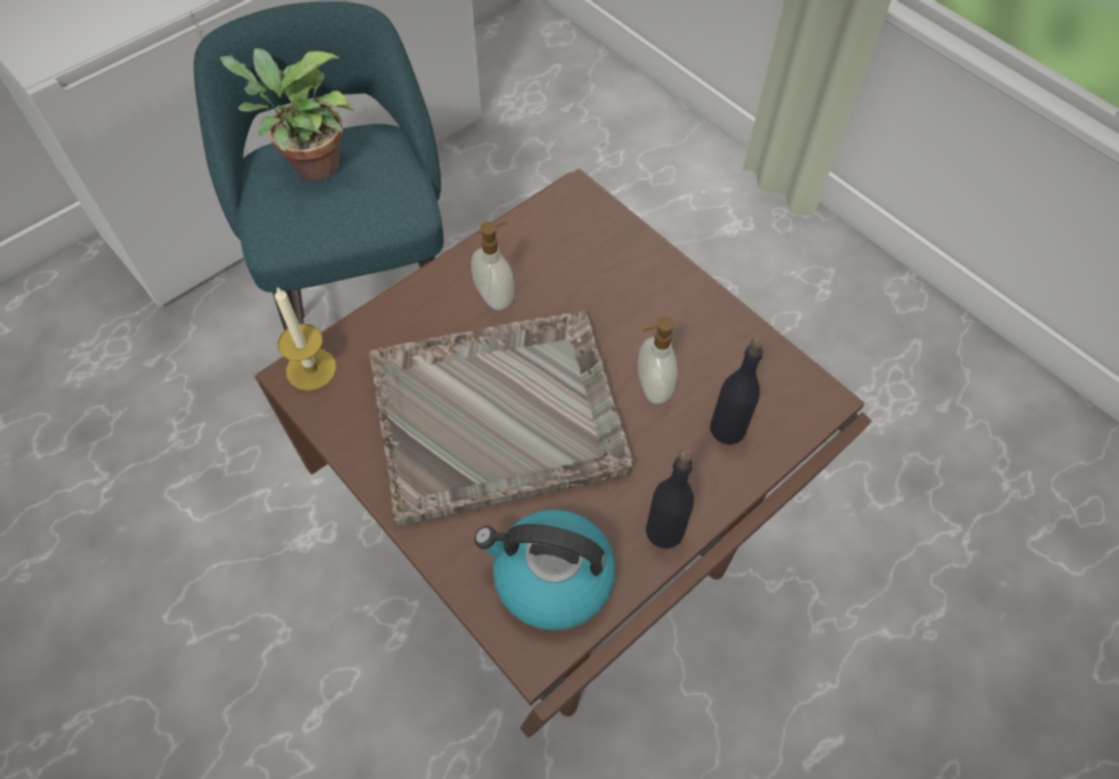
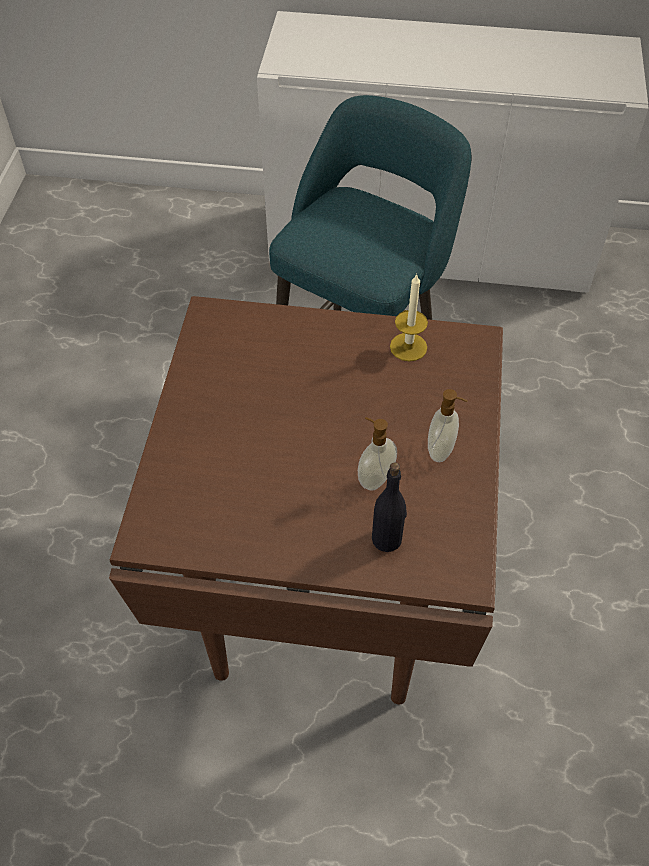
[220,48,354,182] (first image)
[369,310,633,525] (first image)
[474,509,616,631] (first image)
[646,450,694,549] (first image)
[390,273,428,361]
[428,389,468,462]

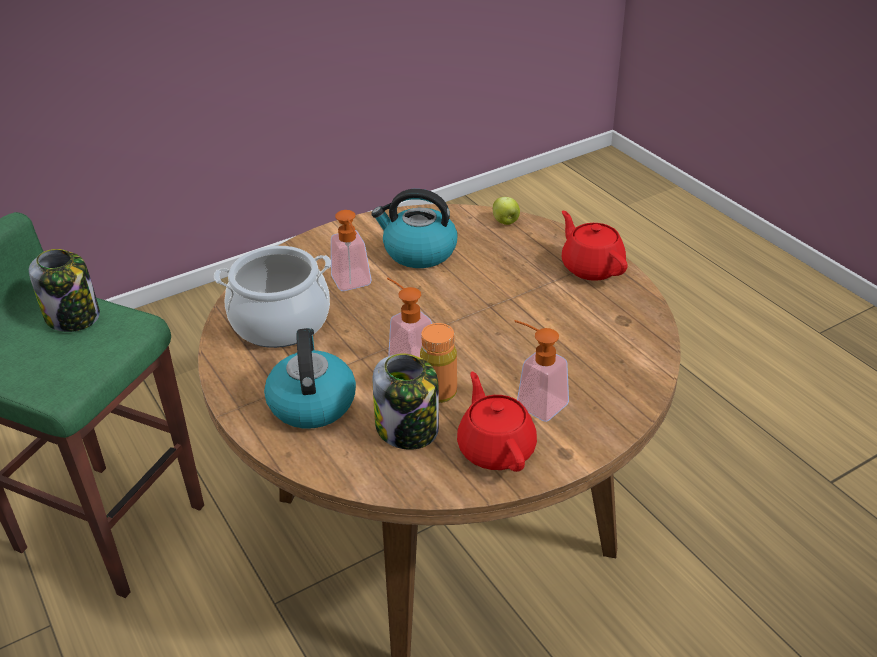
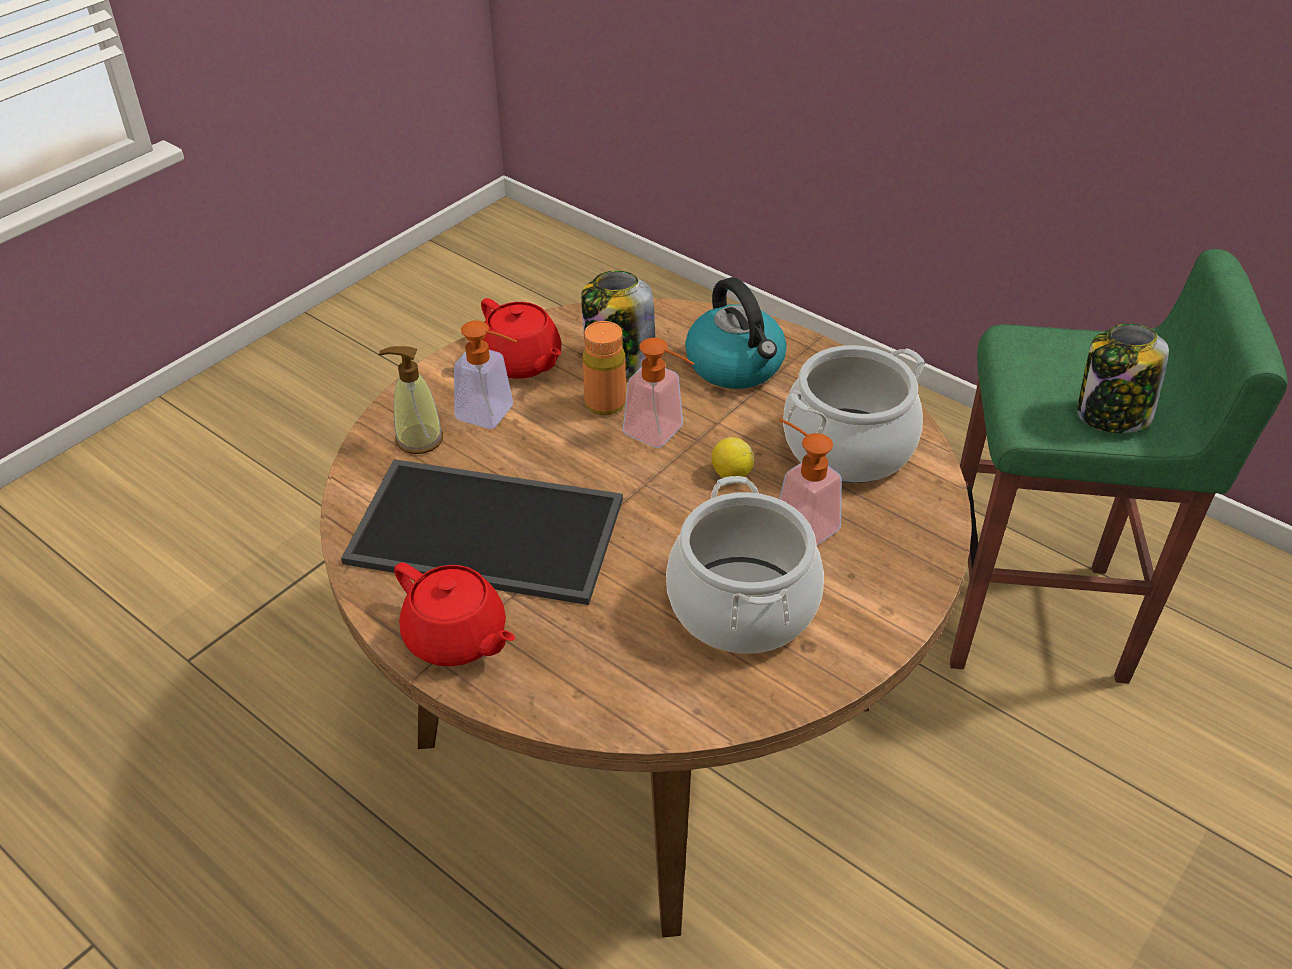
[493,197,520,225] (first image)
[341,459,623,605]
[379,346,443,454]
[712,437,754,478]
[666,476,824,654]

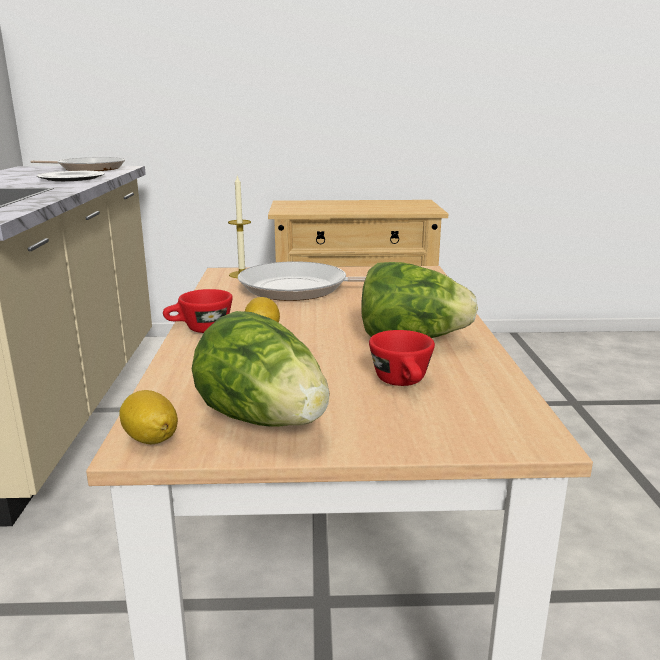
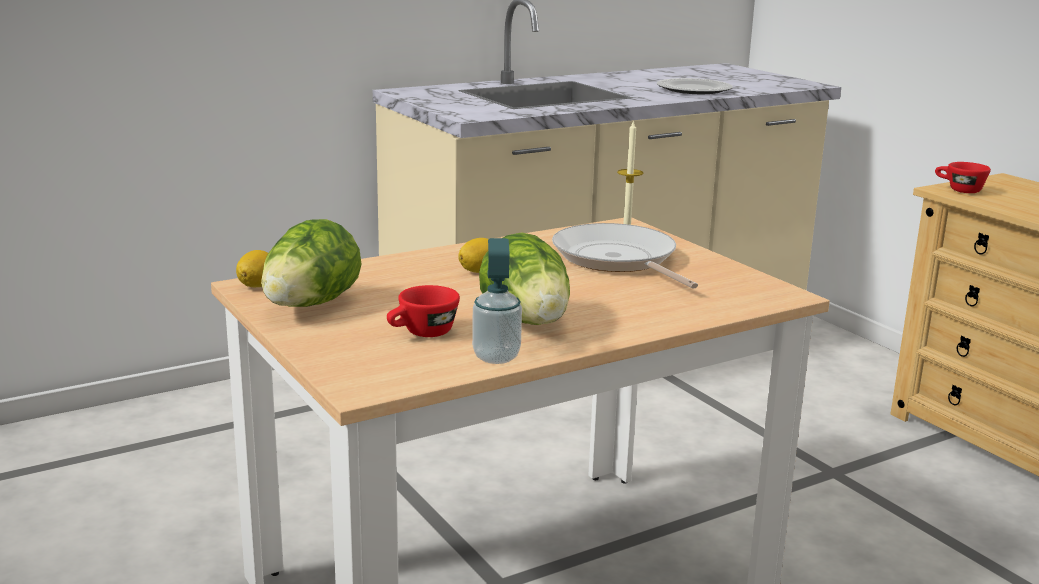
[30,157,125,171] (first image)
[472,238,522,364]
[935,162,991,193]

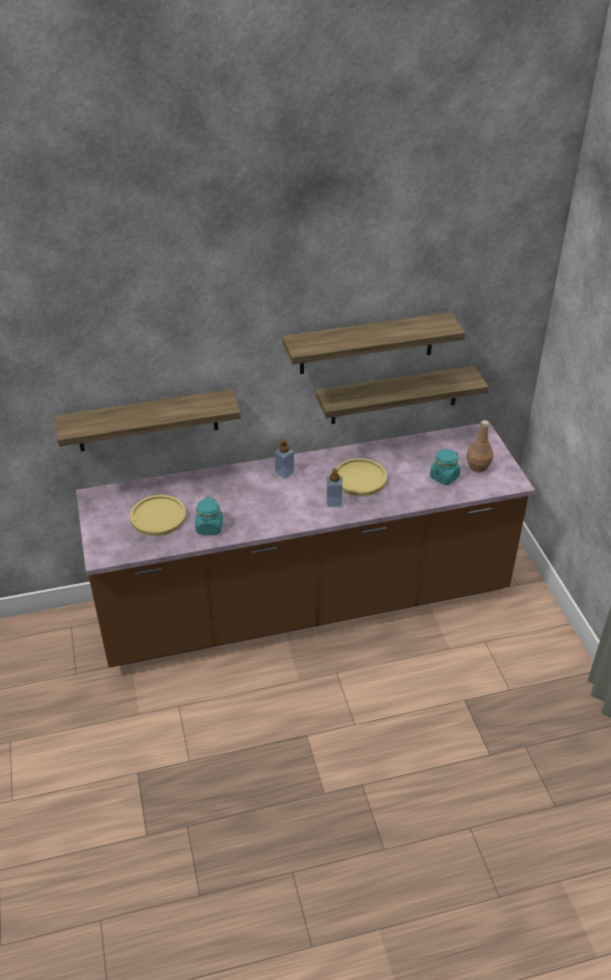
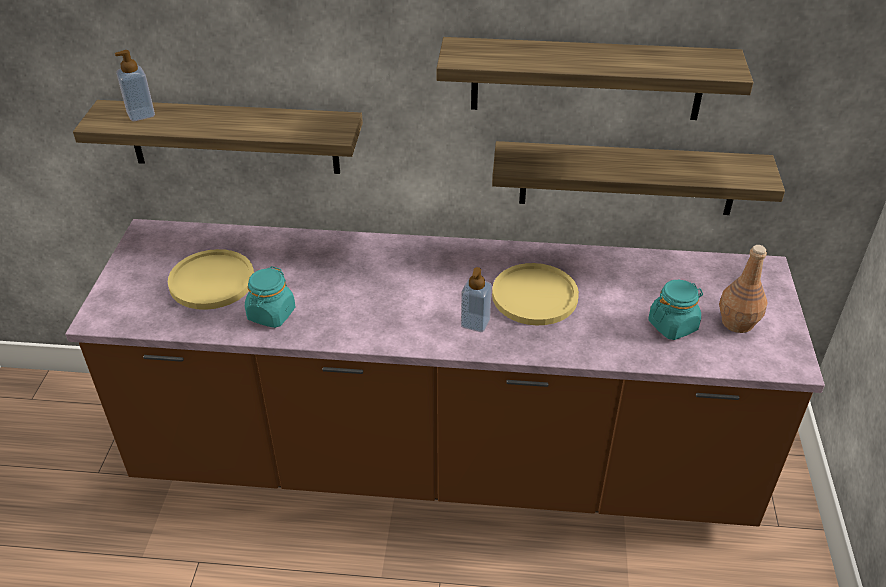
[115,50,155,121]

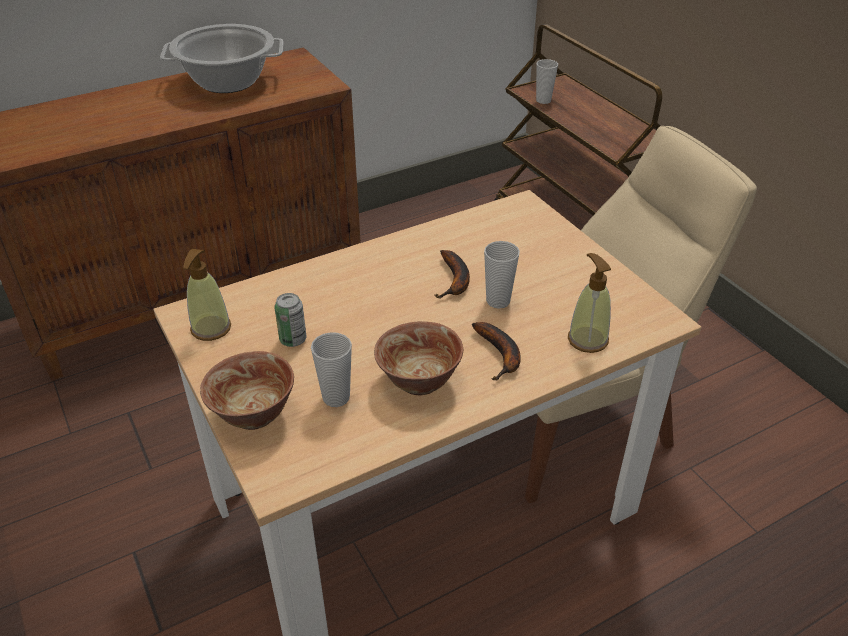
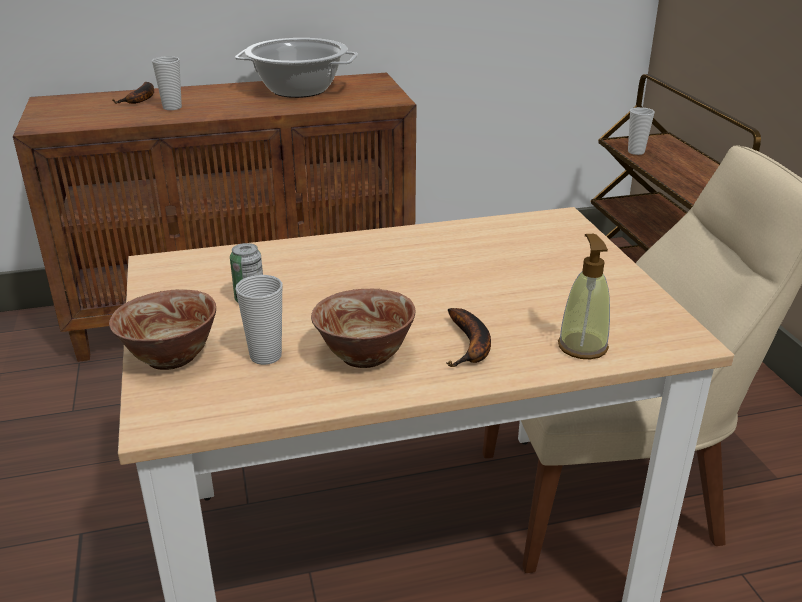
[183,249,231,341] (first image)
[112,82,154,104]
[152,56,182,110]

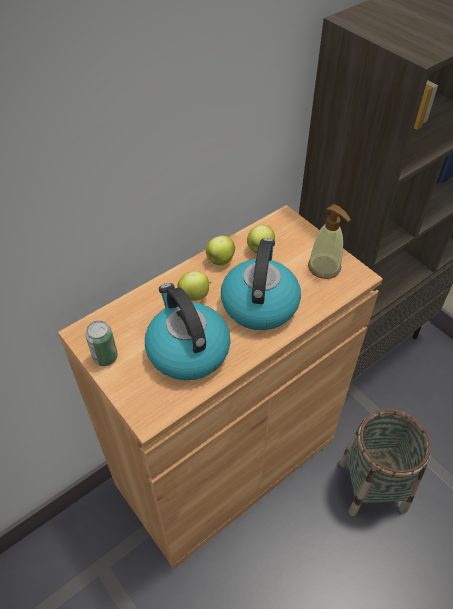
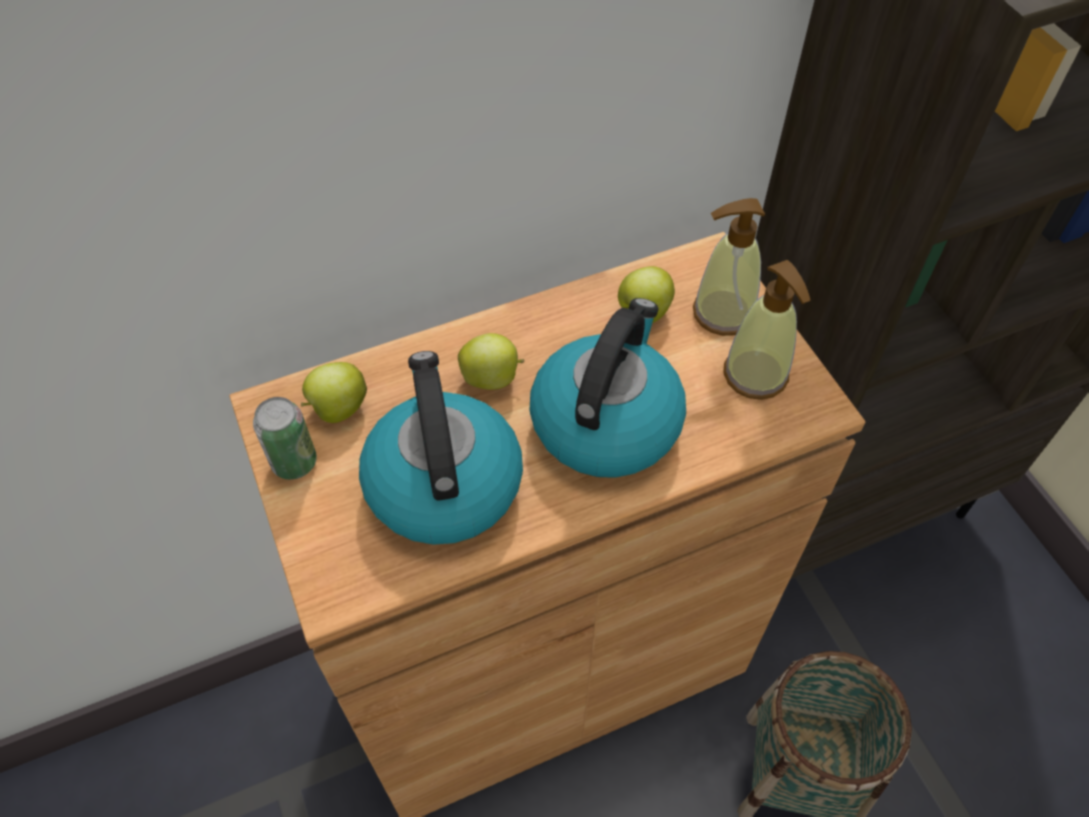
[693,198,765,336]
[301,362,367,423]

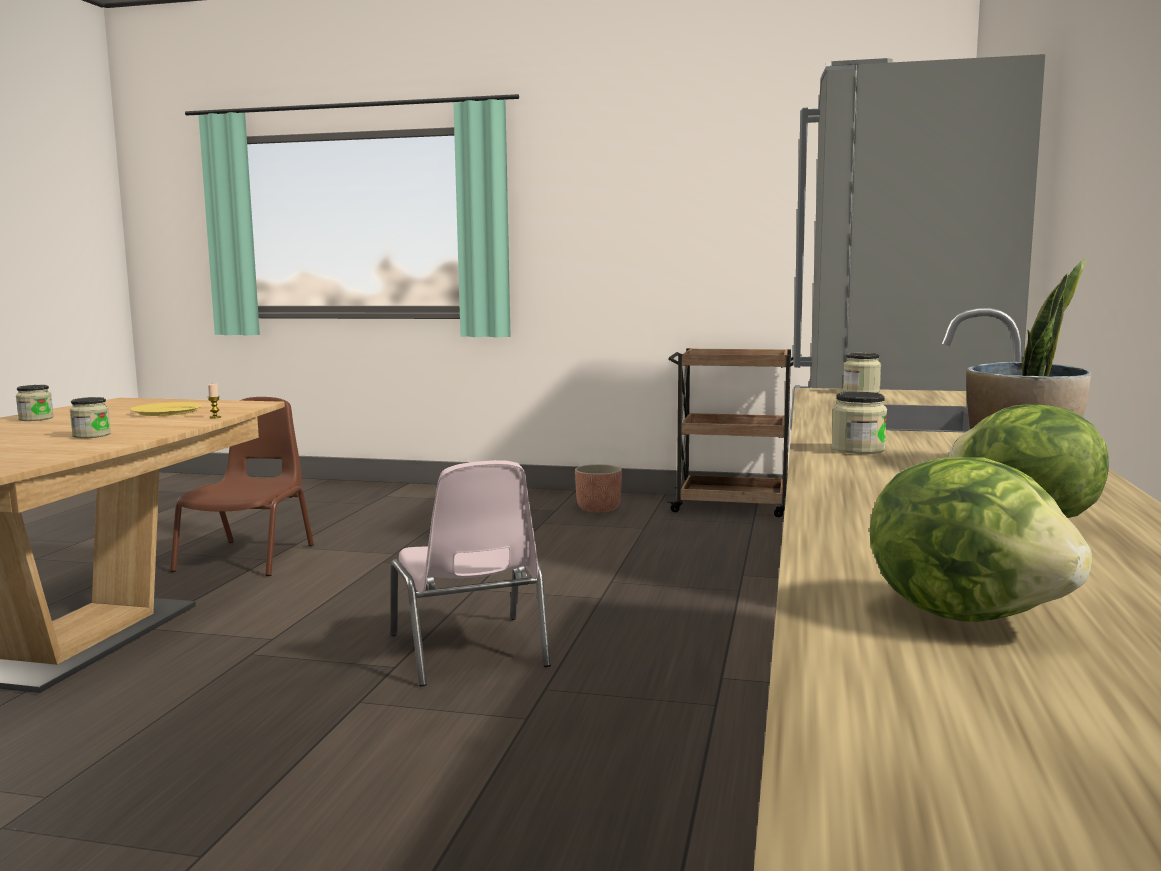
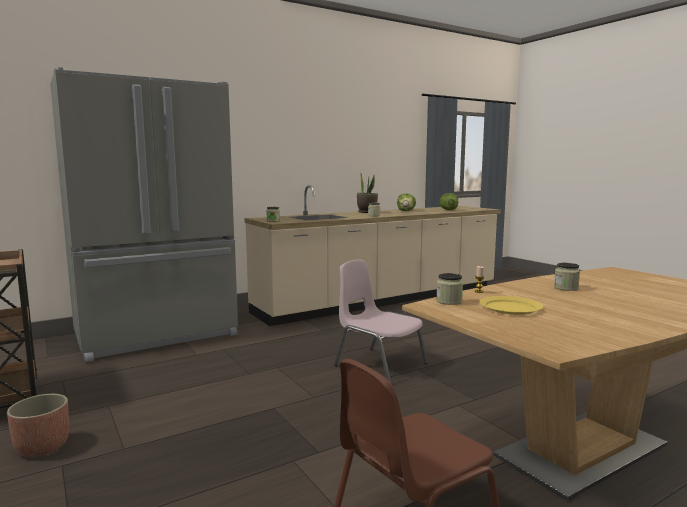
[436,273,463,305]
[334,259,428,384]

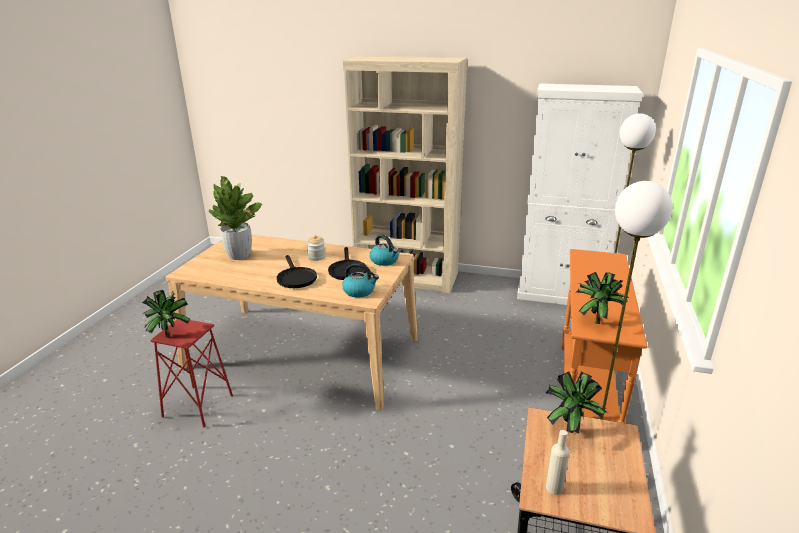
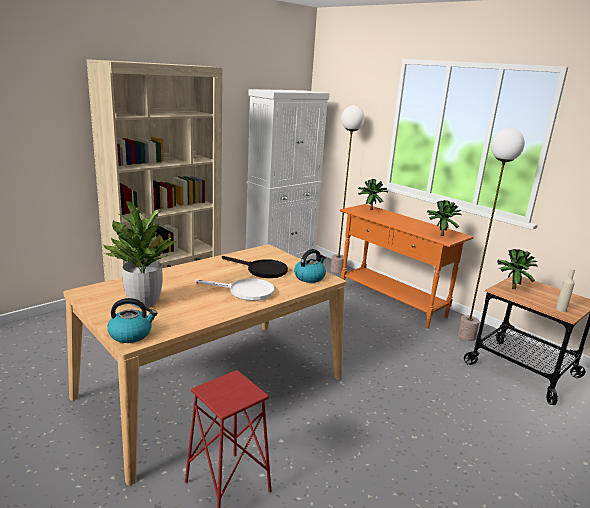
[306,235,325,261] (first image)
[358,179,388,210]
[107,298,157,343]
[195,278,274,301]

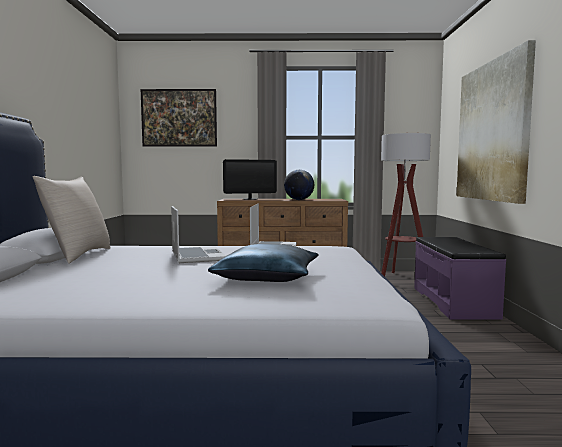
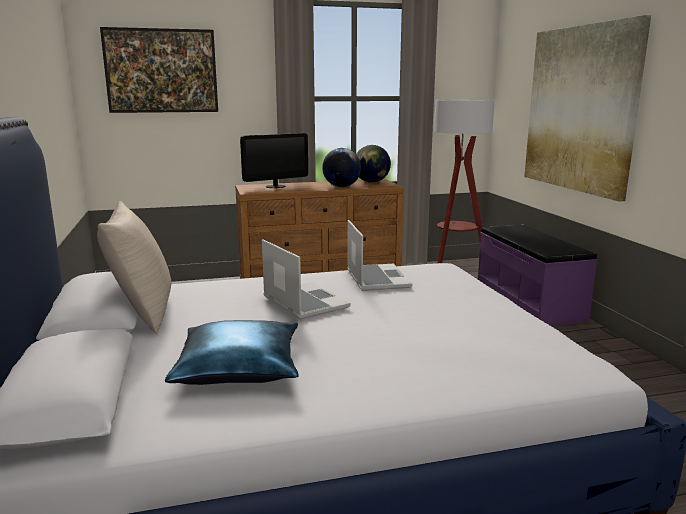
[356,145,391,183]
[165,320,299,385]

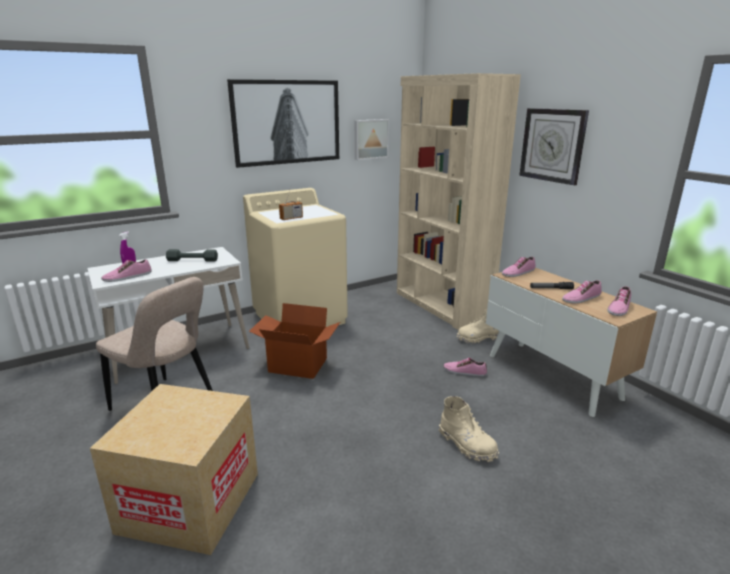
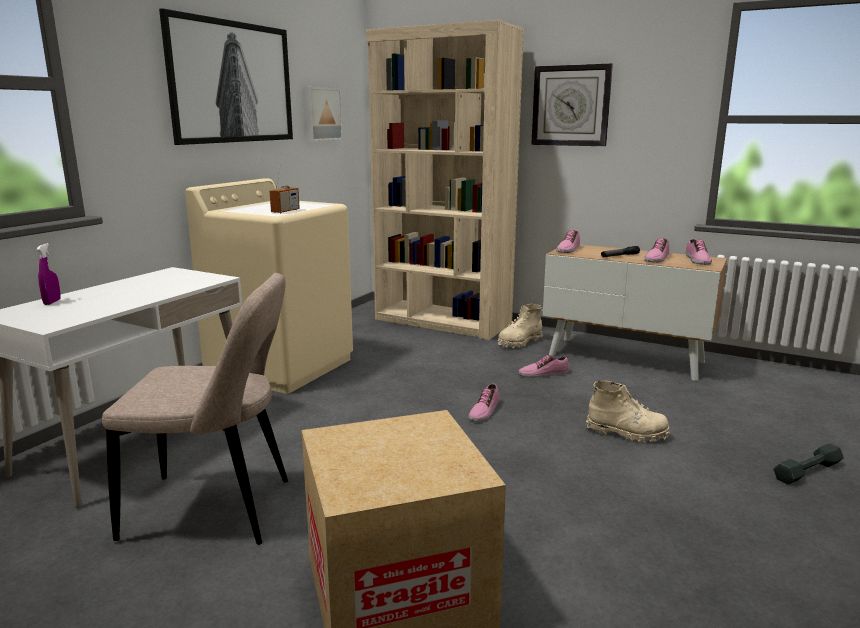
[249,303,340,379] (first image)
[469,383,499,422]
[774,443,844,484]

